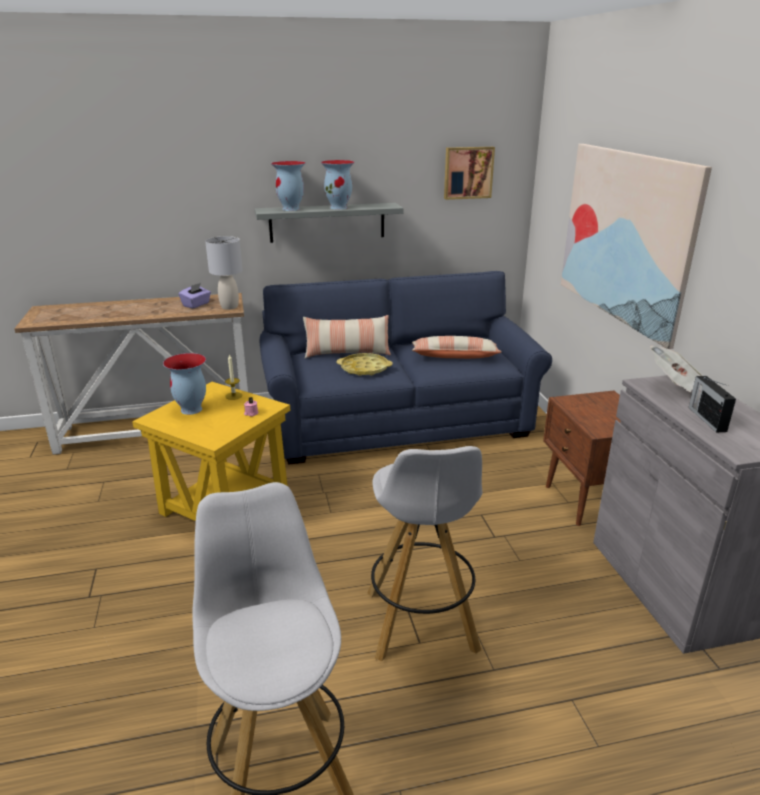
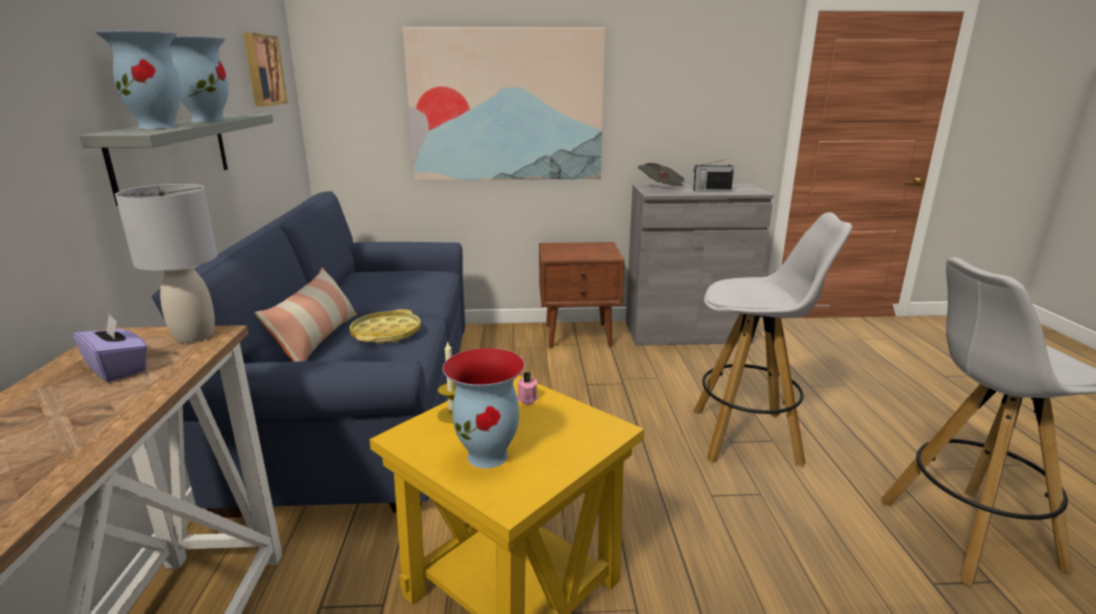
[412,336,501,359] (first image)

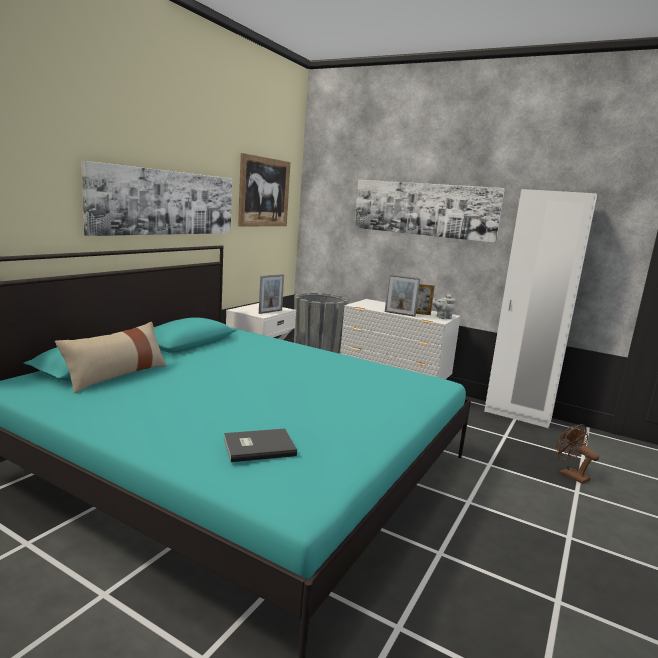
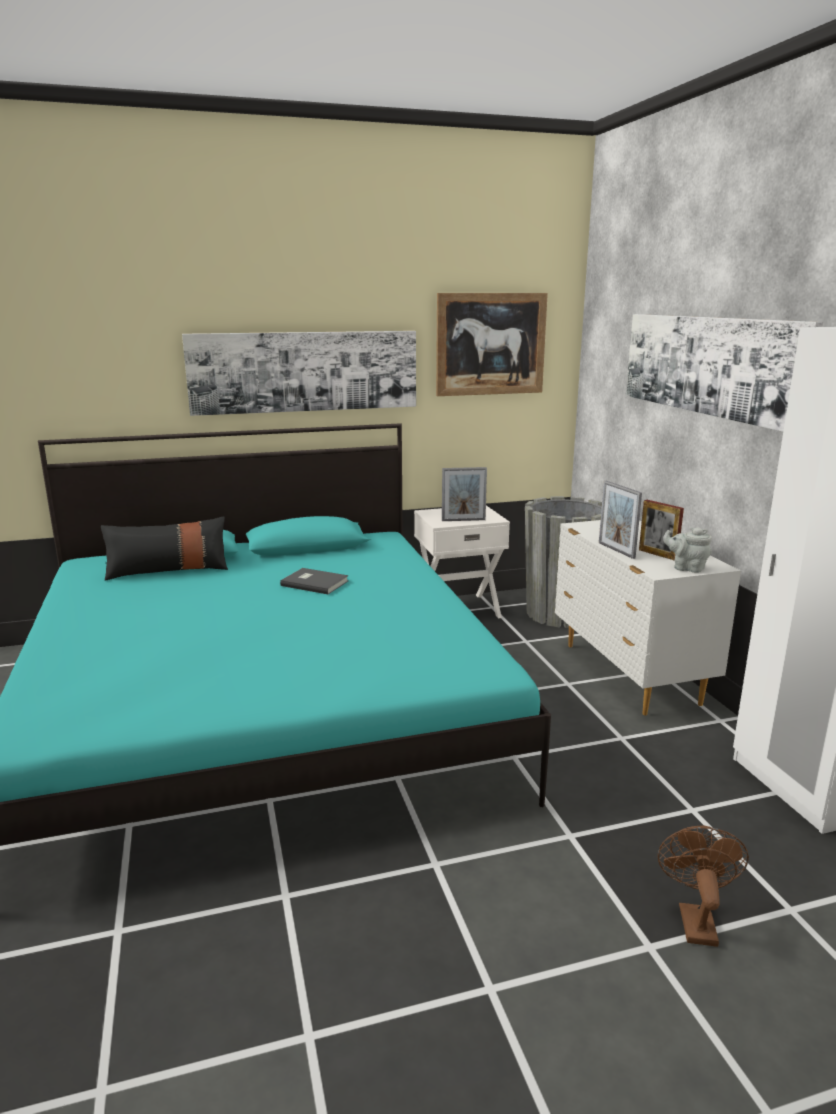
[280,568,349,594]
[101,517,228,580]

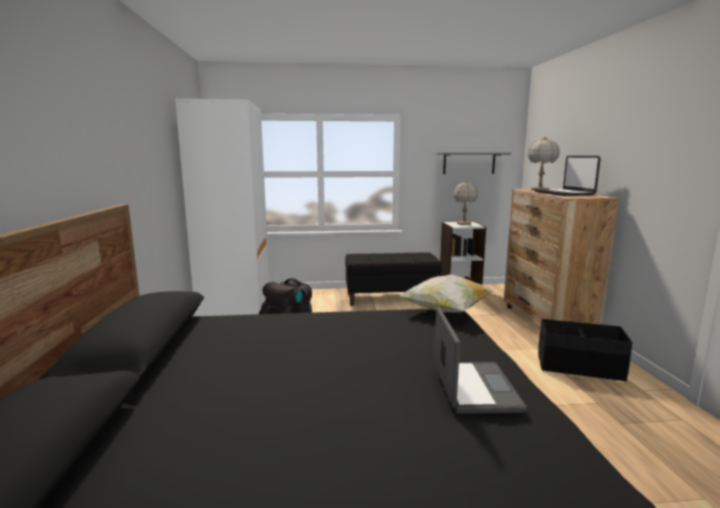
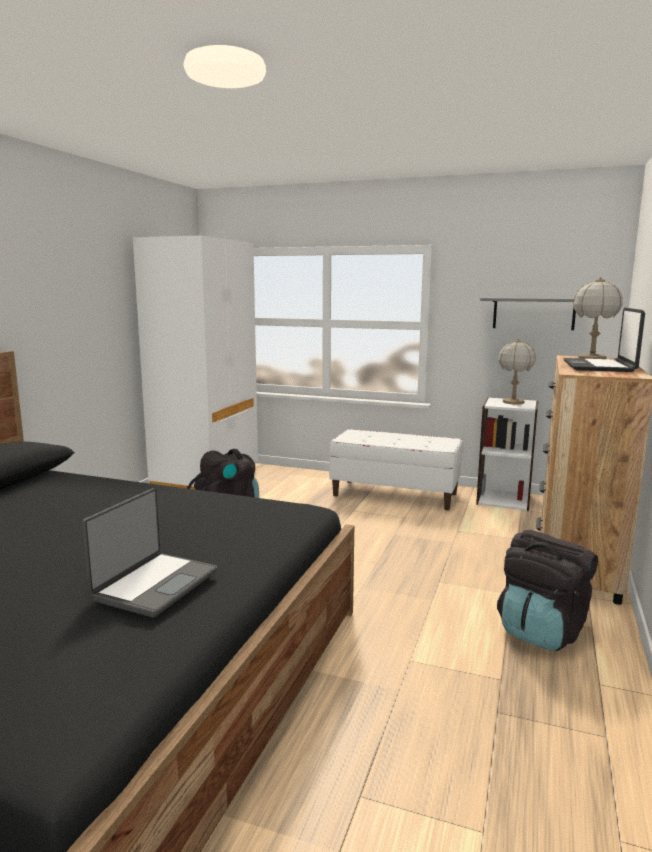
[399,275,495,312] (first image)
[497,530,598,651]
[329,429,463,510]

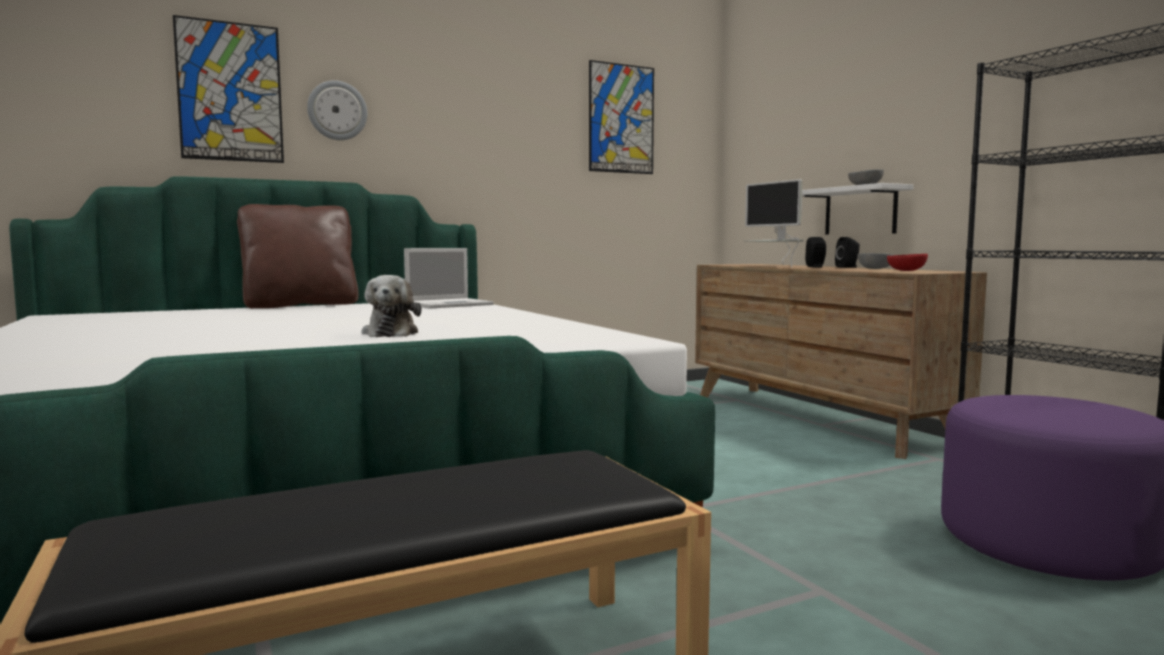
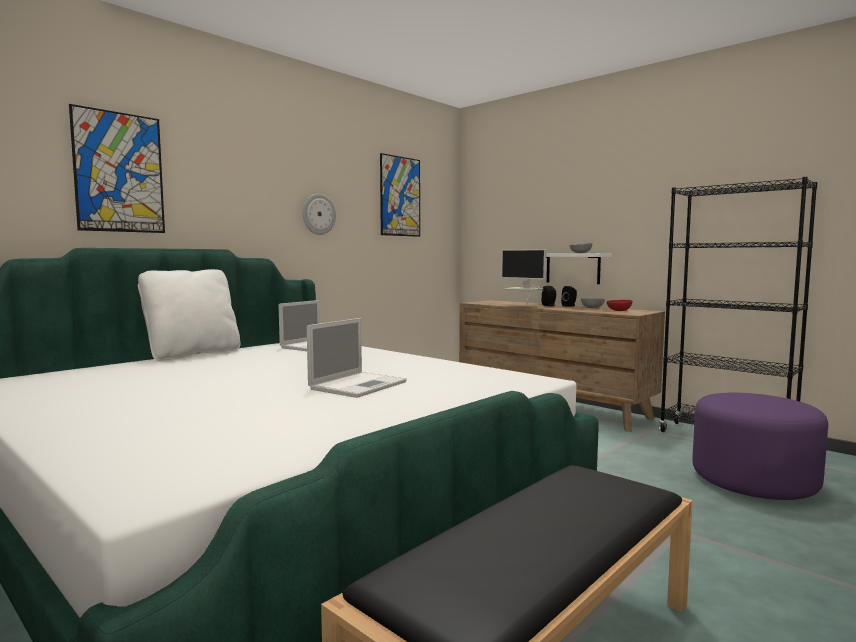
[302,194,336,235]
[307,318,407,398]
[138,269,240,361]

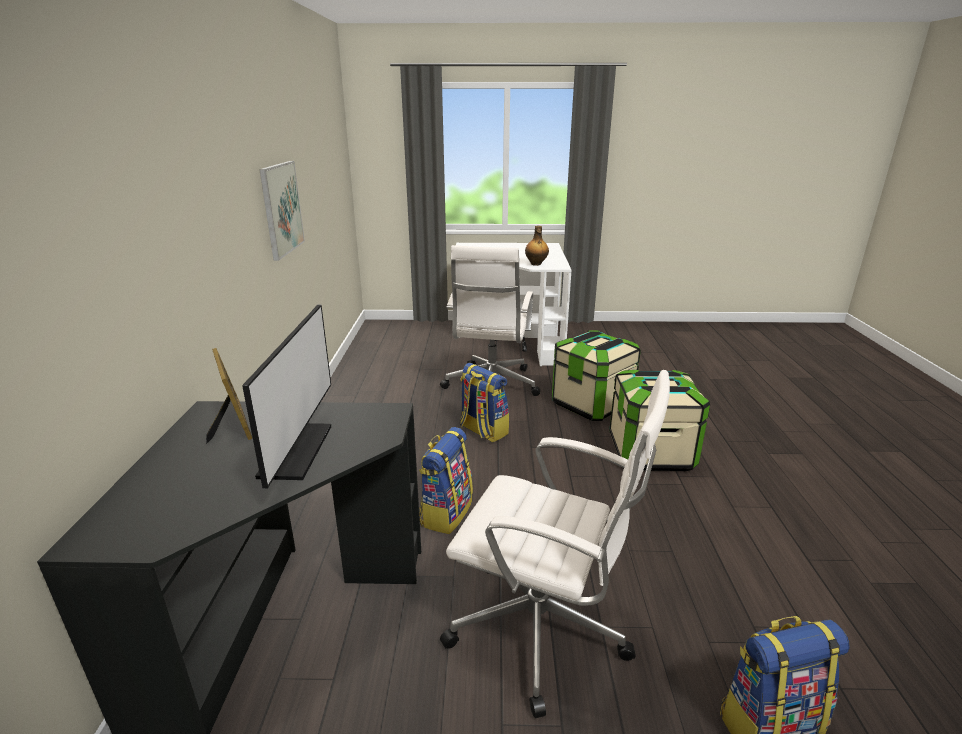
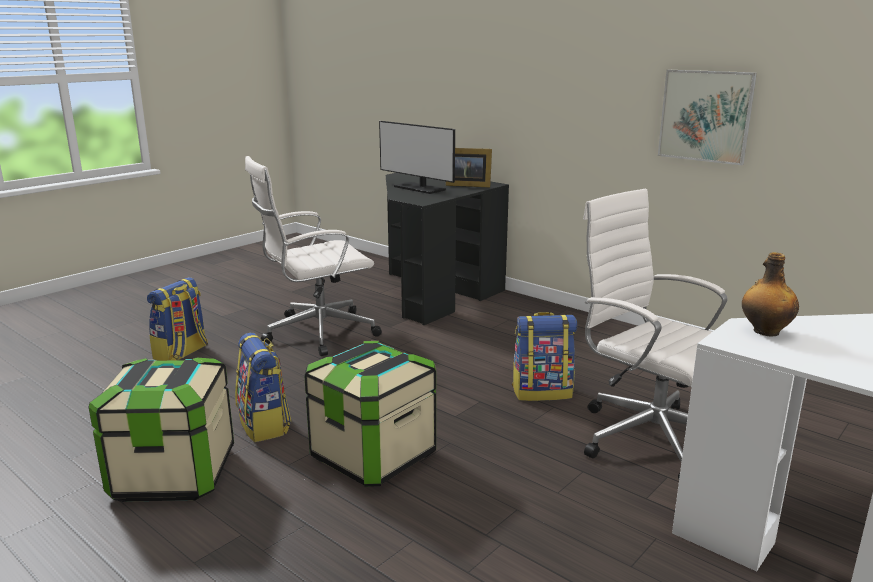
[235,333,291,442]
[89,358,234,502]

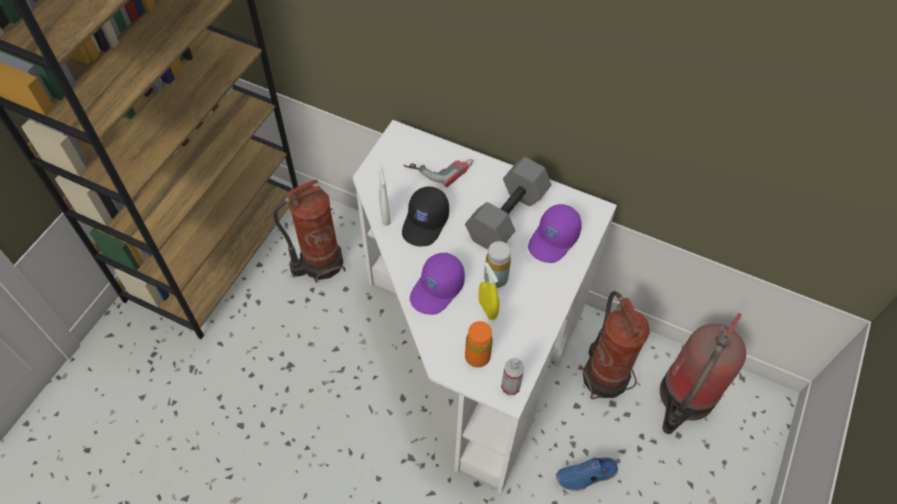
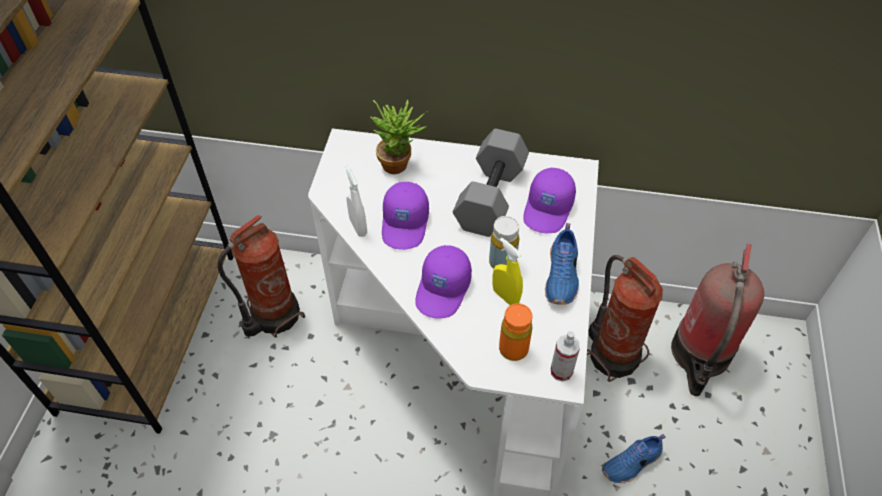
[545,223,579,305]
[370,100,428,174]
[382,182,429,250]

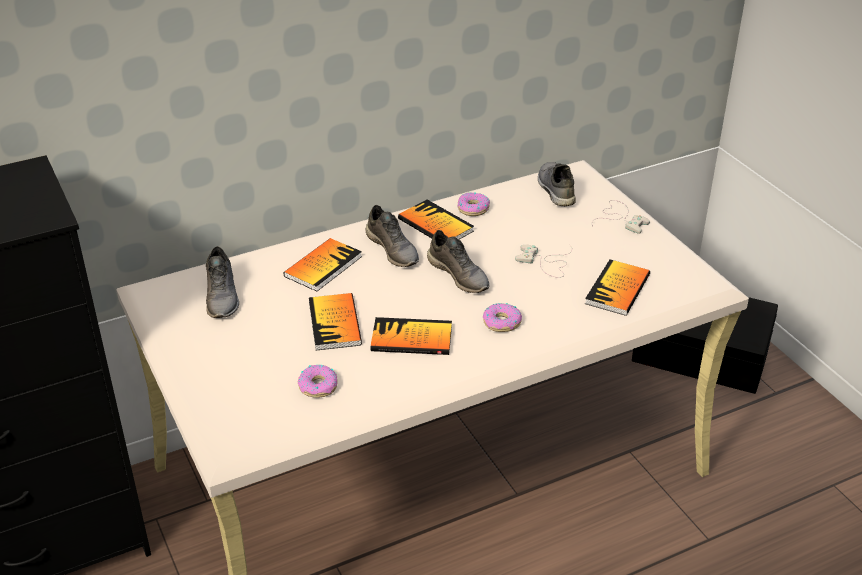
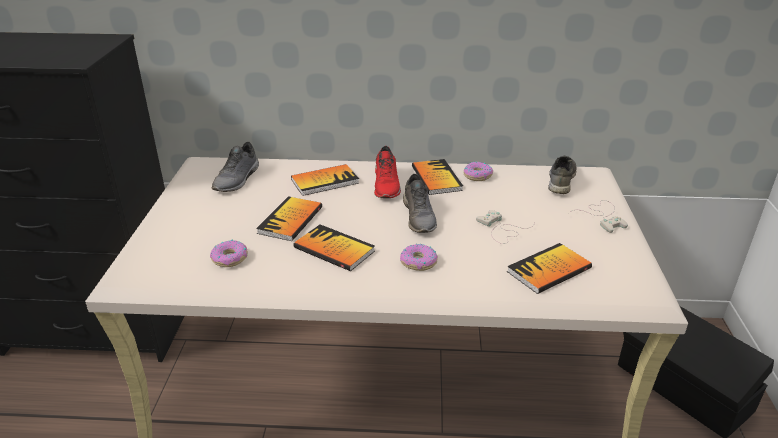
[374,146,401,198]

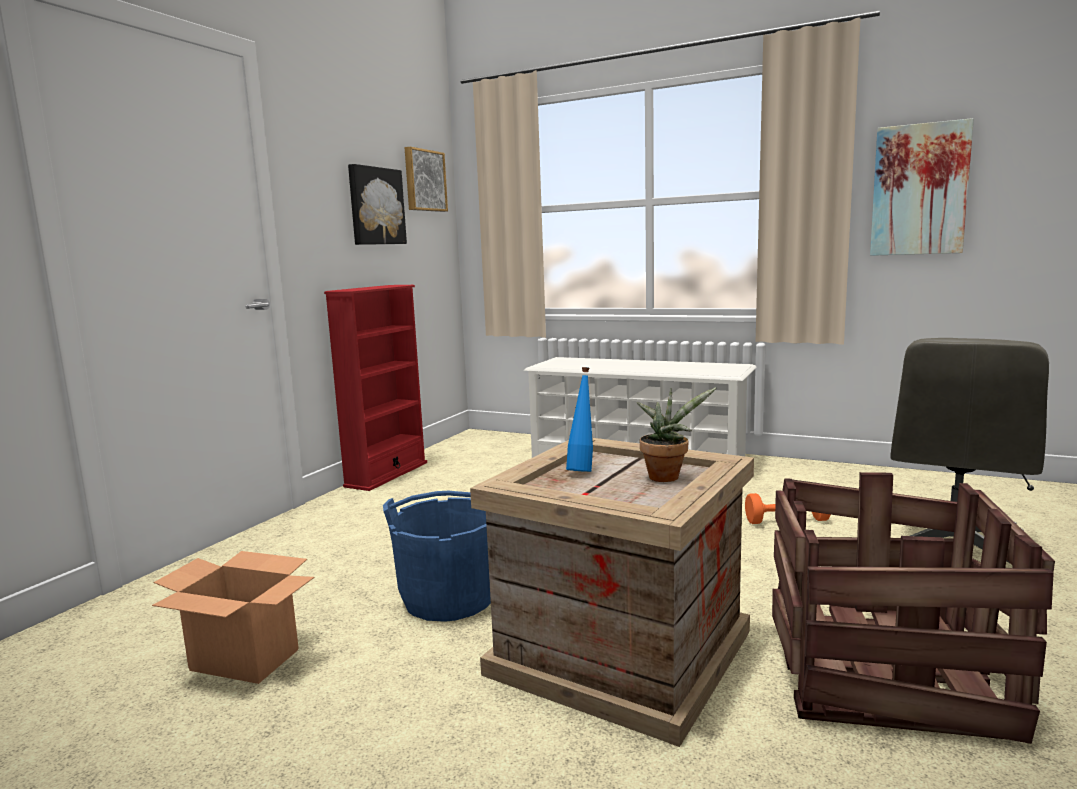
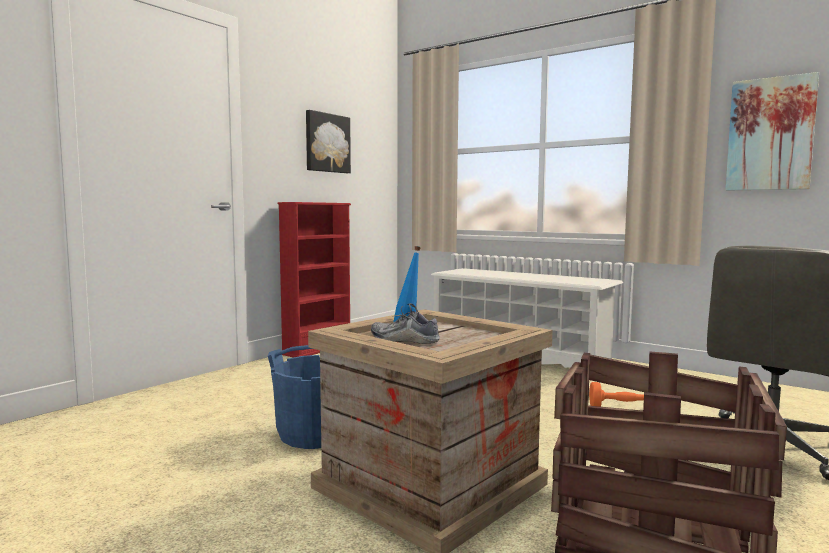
[152,551,314,684] (first image)
[404,147,448,212] (first image)
[637,388,716,482] (first image)
[371,303,440,344]

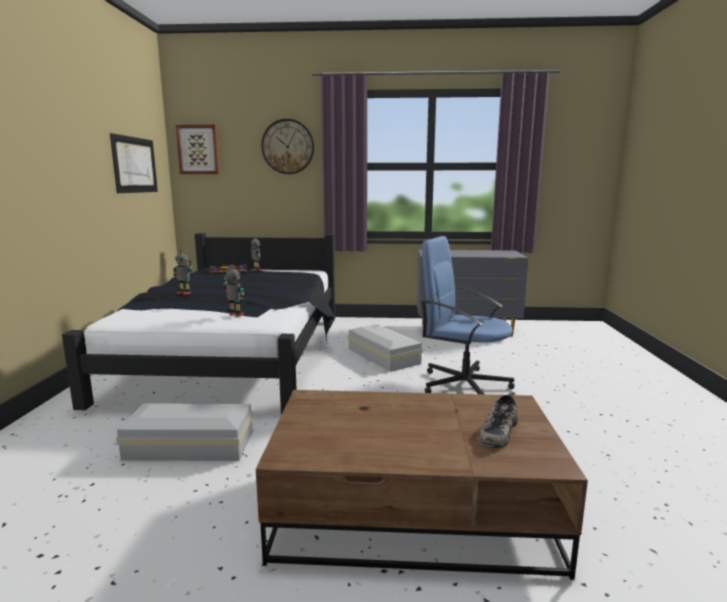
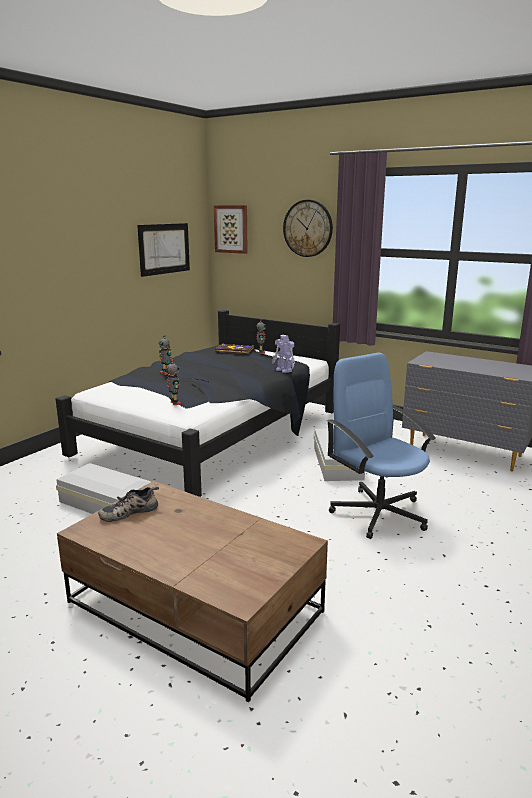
[272,335,295,373]
[98,486,159,522]

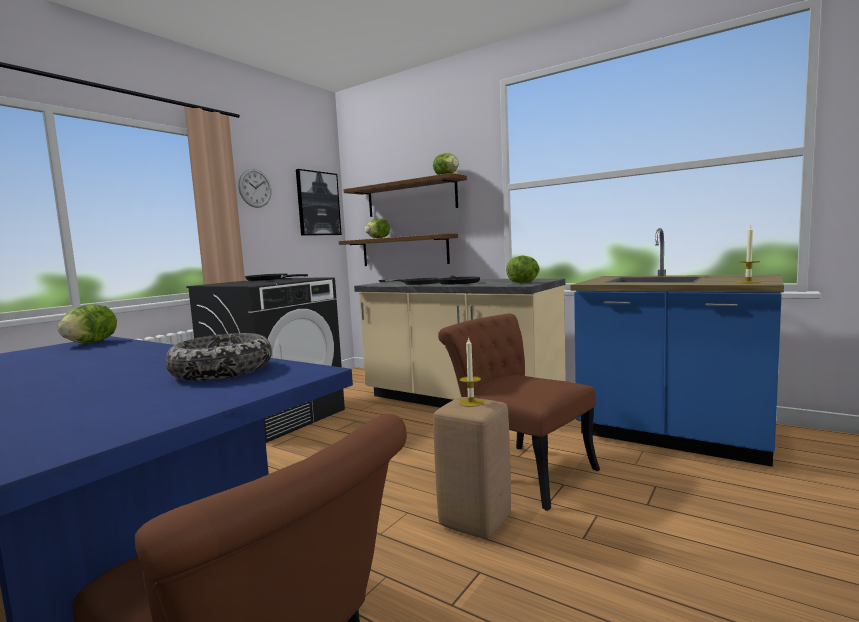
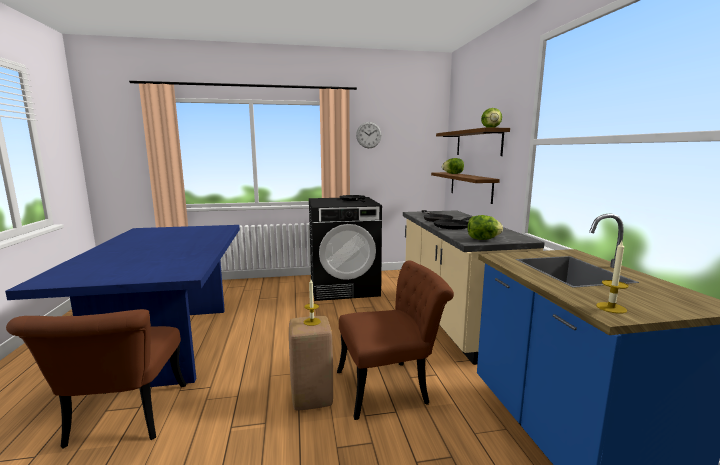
[57,304,117,343] (first image)
[165,333,272,381] (first image)
[296,169,342,236] (first image)
[337,260,454,420]

